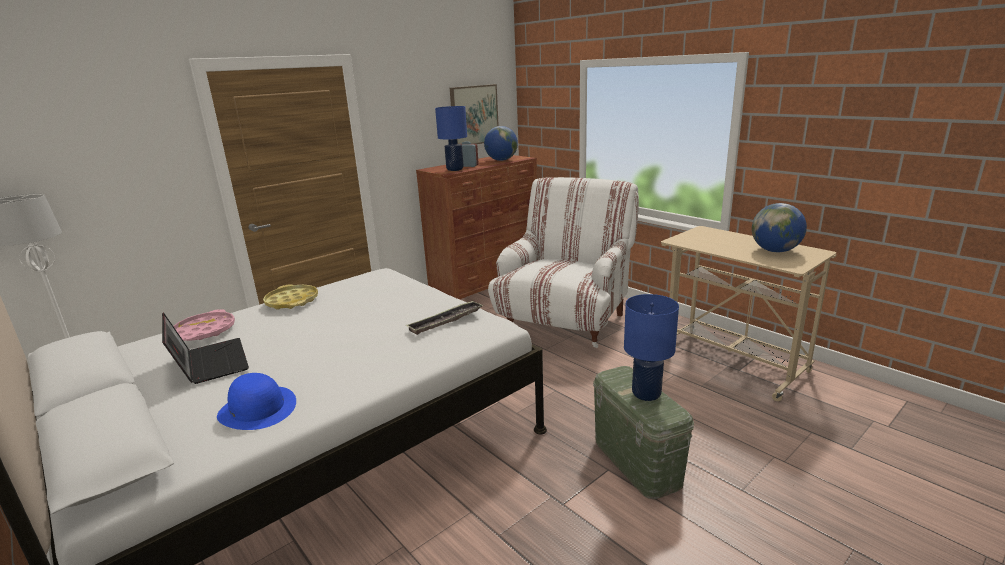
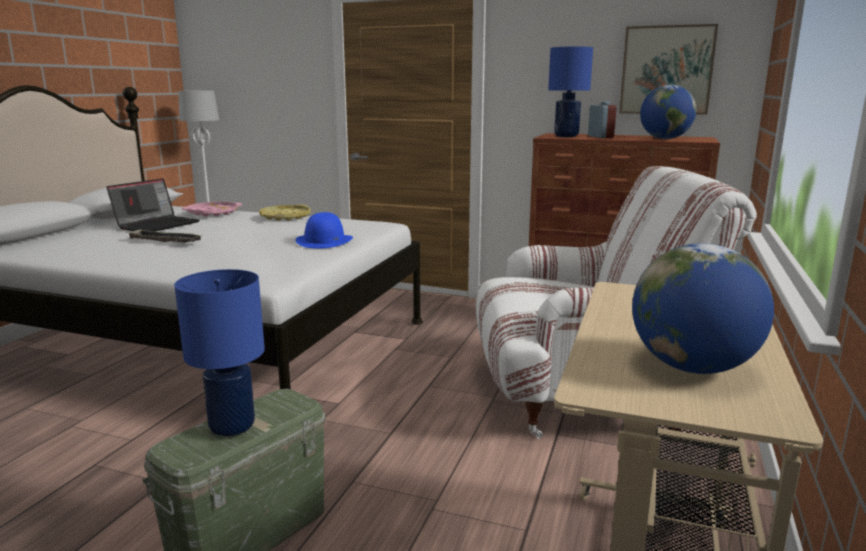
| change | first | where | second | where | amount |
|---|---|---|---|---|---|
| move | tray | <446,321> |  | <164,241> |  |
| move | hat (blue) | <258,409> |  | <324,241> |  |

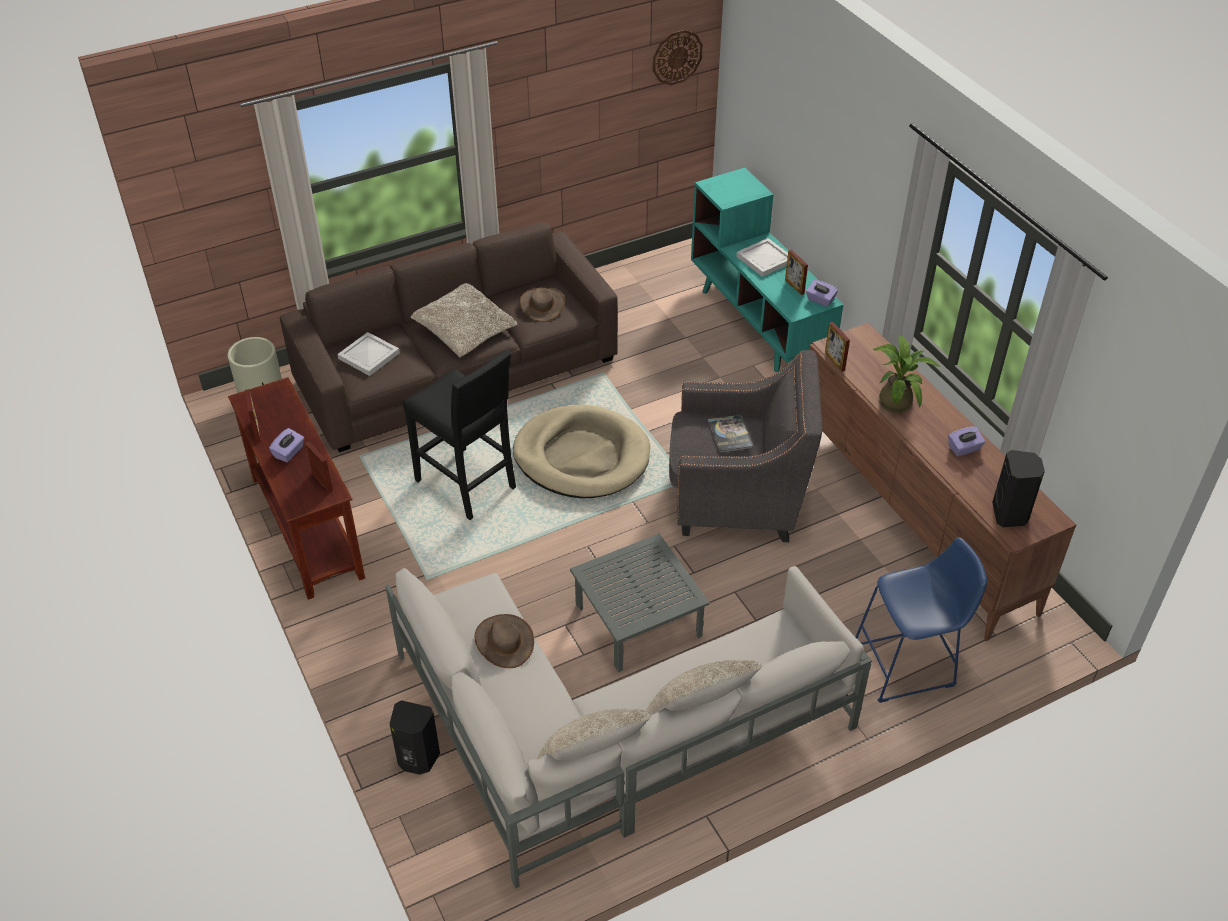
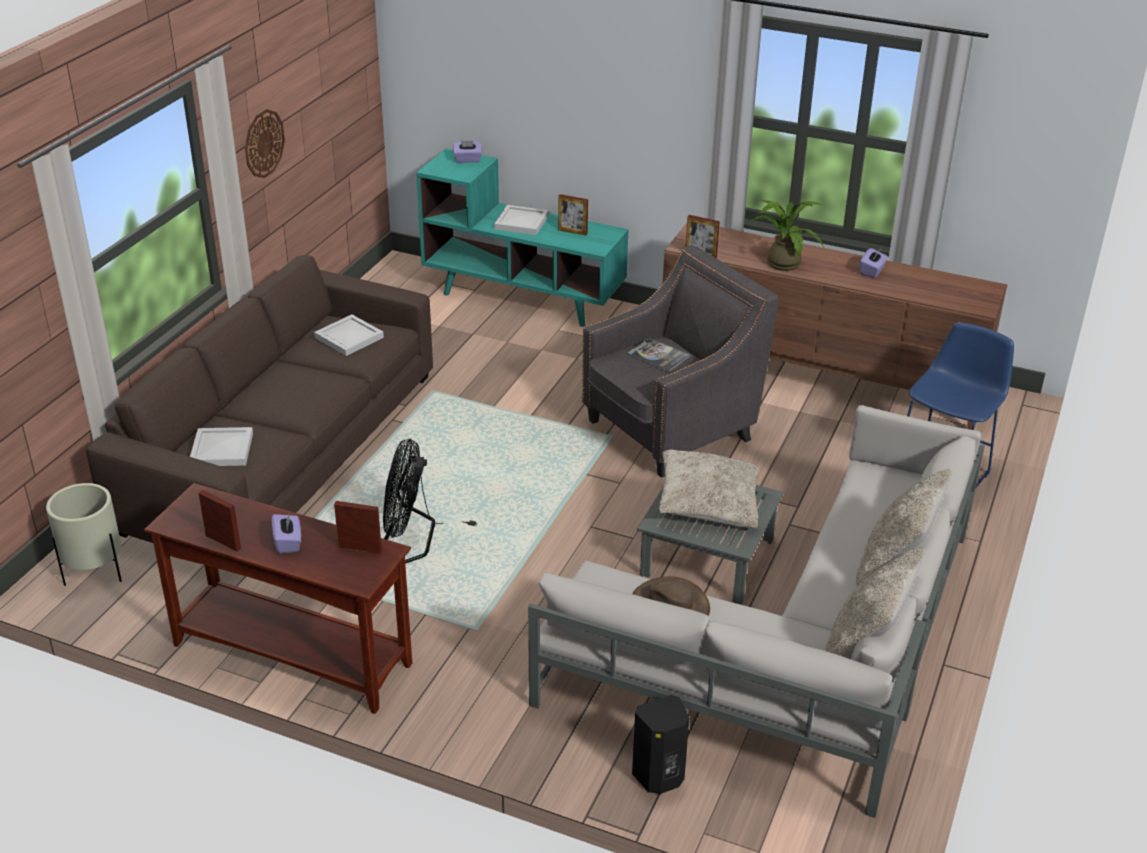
| change | first | where | second | where | amount |
|---|---|---|---|---|---|
| move | wall clock | <677,57> |  | <263,143> |  |
| move | tissue box (purple) | <820,300> |  | <467,160> |  |
| move | pillow (beige) | <465,330> |  | <708,502> |  |
| replace | hat (brown) | <542,305> | tray (white) | <350,337> |  |
| replace | stool (black) | <467,485> | fan (black) | <416,536> |  |
| delete | dog bed (beige) | <582,456> |  |  |  |
| delete | speaker (black) | <1010,514> |  |  |  |

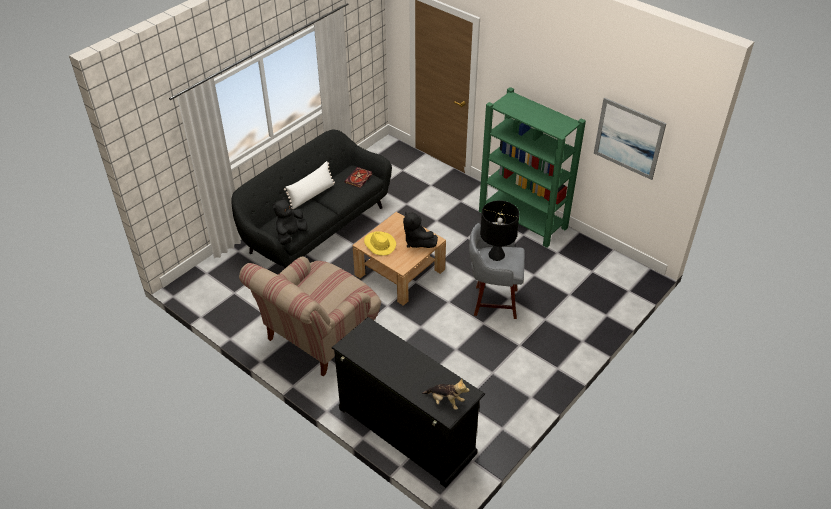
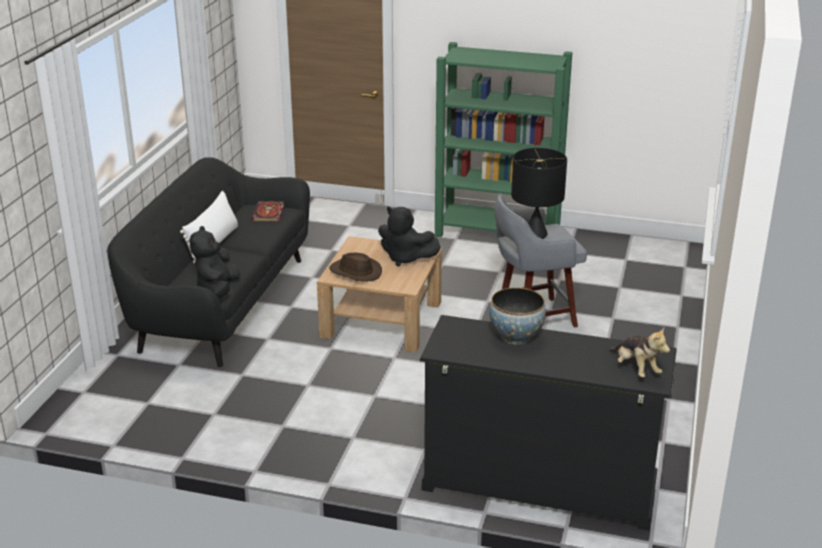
| change | first | where | second | where | amount |
|---|---|---|---|---|---|
| delete | picture | <628,138> |  |  |  |
| recolor | hat (yellow) | <379,244> | hat (brown) | <355,272> |  |
| delete | armchair (beige) | <318,337> |  |  |  |
| rotate | plush toy | <445,401> |  | <635,369> | 60 degrees clockwise |
| insert |  |  | bowl | <516,336> |  |

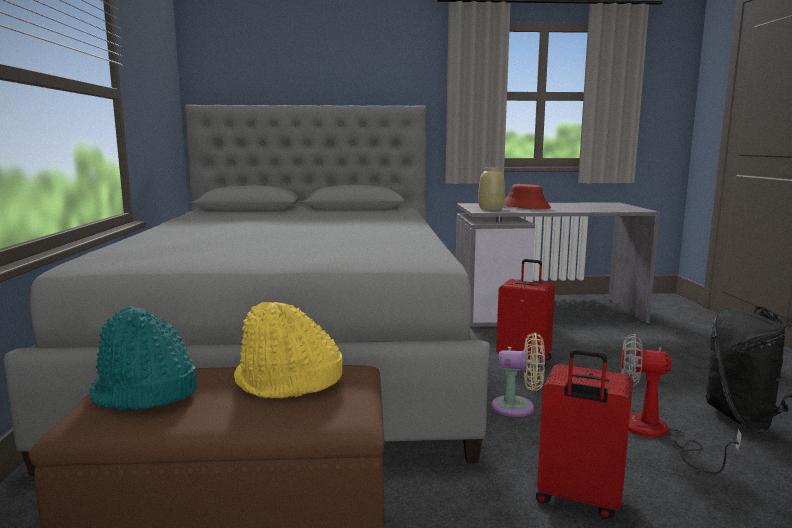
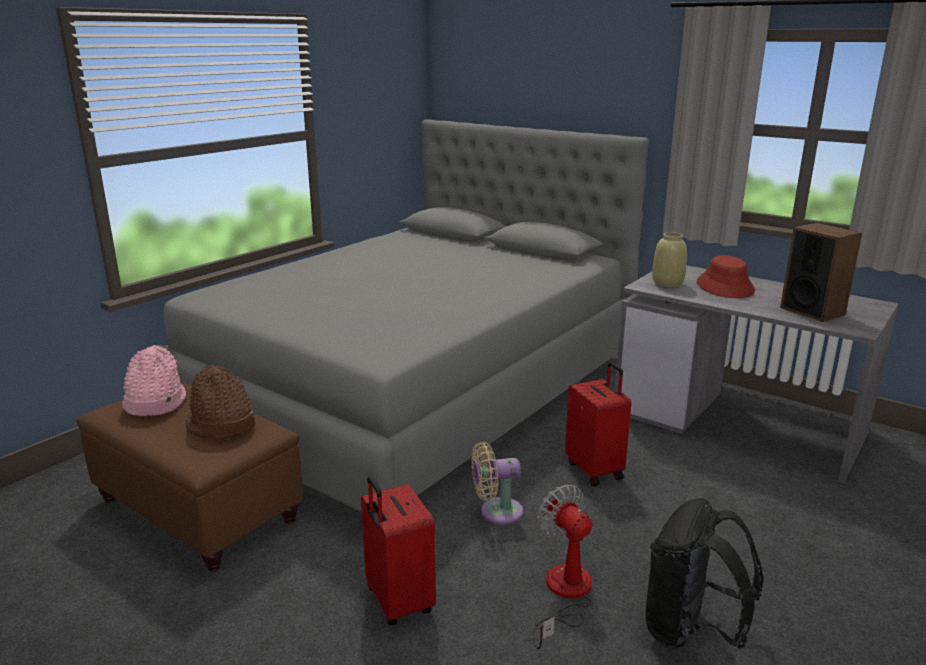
| change | first | where | second | where | amount |
|---|---|---|---|---|---|
| recolor | hat (yellow) | <288,383> | hat (brown) | <221,425> |  |
| recolor | hat (turquoise) | <144,393> | hat (pink) | <154,403> |  |
| rotate | fan (beige) | <518,407> |  | <496,512> | 120 degrees clockwise |
| insert |  |  | speaker | <812,311> |  |

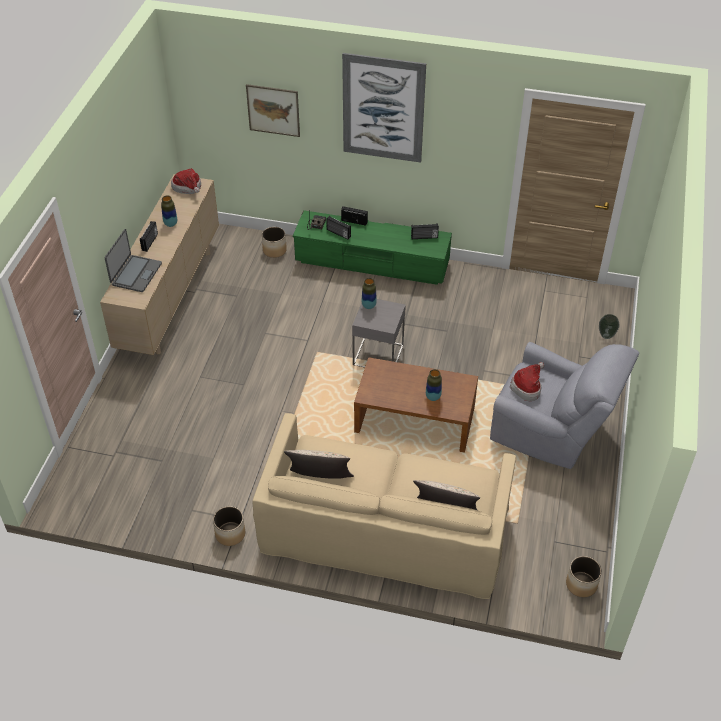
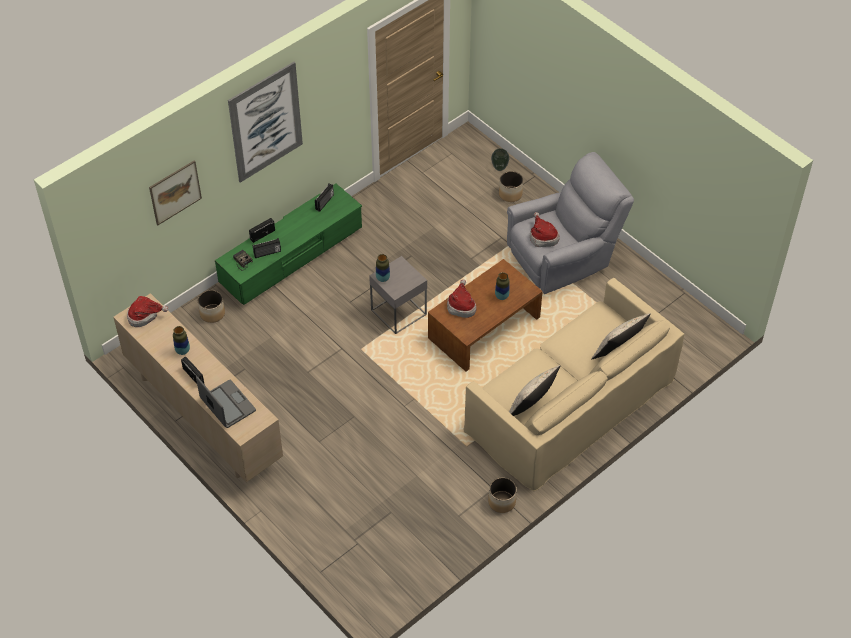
| change | first | where | second | where | amount |
|---|---|---|---|---|---|
| move | planter | <581,584> |  | <510,194> |  |
| insert |  |  | hat | <461,306> |  |

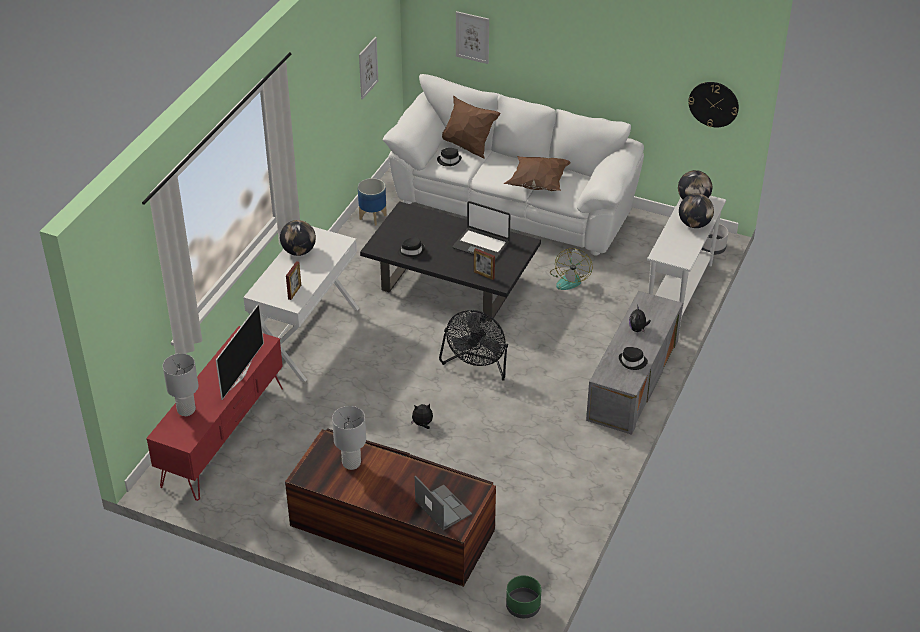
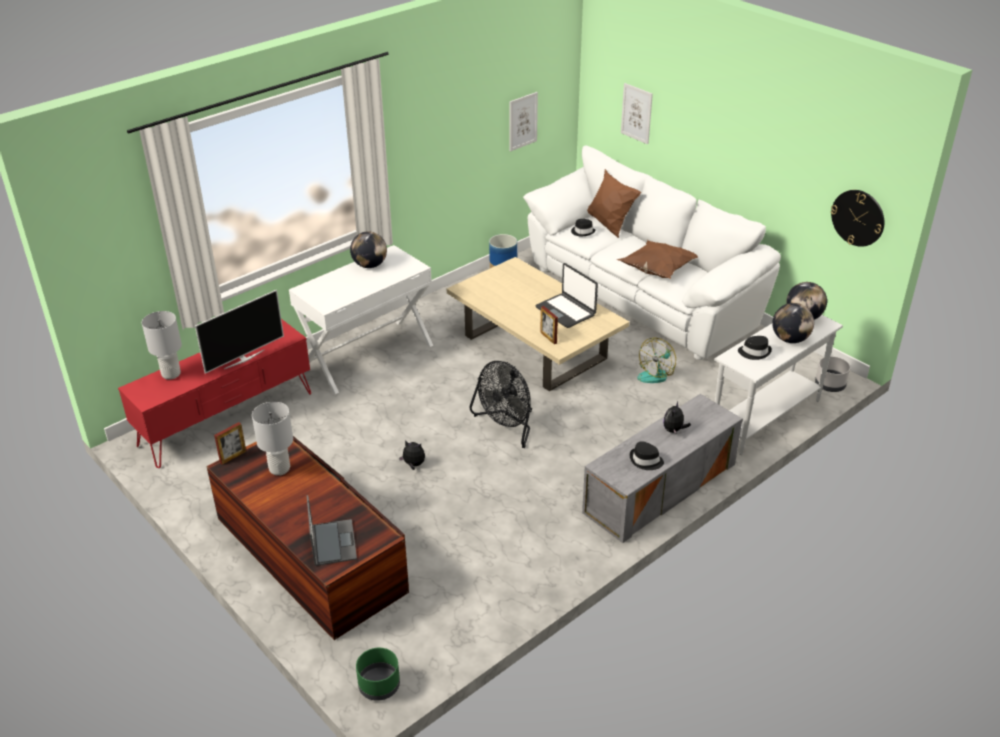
| change | first | where | second | where | amount |
|---|---|---|---|---|---|
| recolor | coffee table (black) | <452,283> | coffee table (beige) | <536,347> |  |
| move | hat (black) | <411,251> |  | <754,352> |  |
| move | picture frame | <294,292> |  | <233,457> |  |

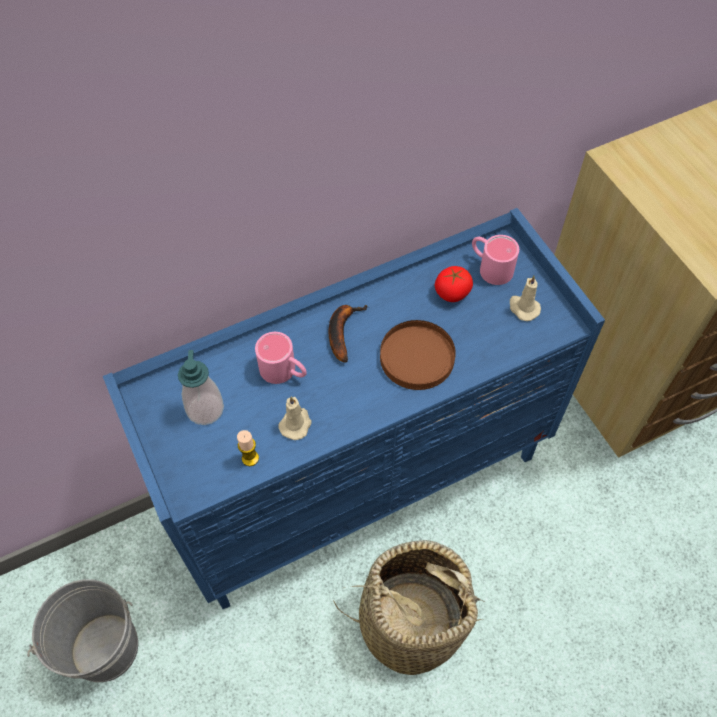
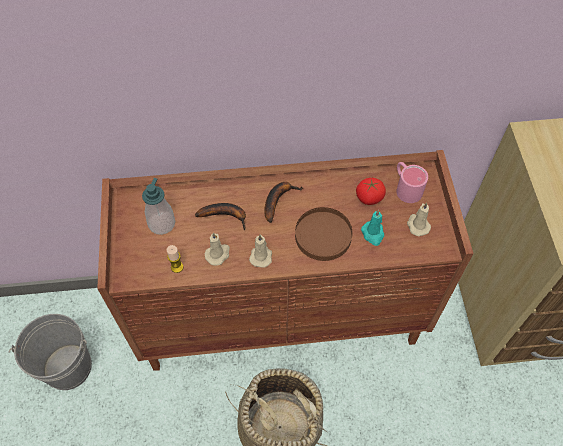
| change | first | where | second | where | amount |
|---|---|---|---|---|---|
| recolor | cabinet (blue) | <362,485> | cabinet (brown) | <283,319> |  |
| replace | mug (pink) | <284,372> | banana | <226,215> |  |
| insert |  |  | candle (turquoise) | <373,234> |  |
| insert |  |  | candle (beige) | <261,256> |  |

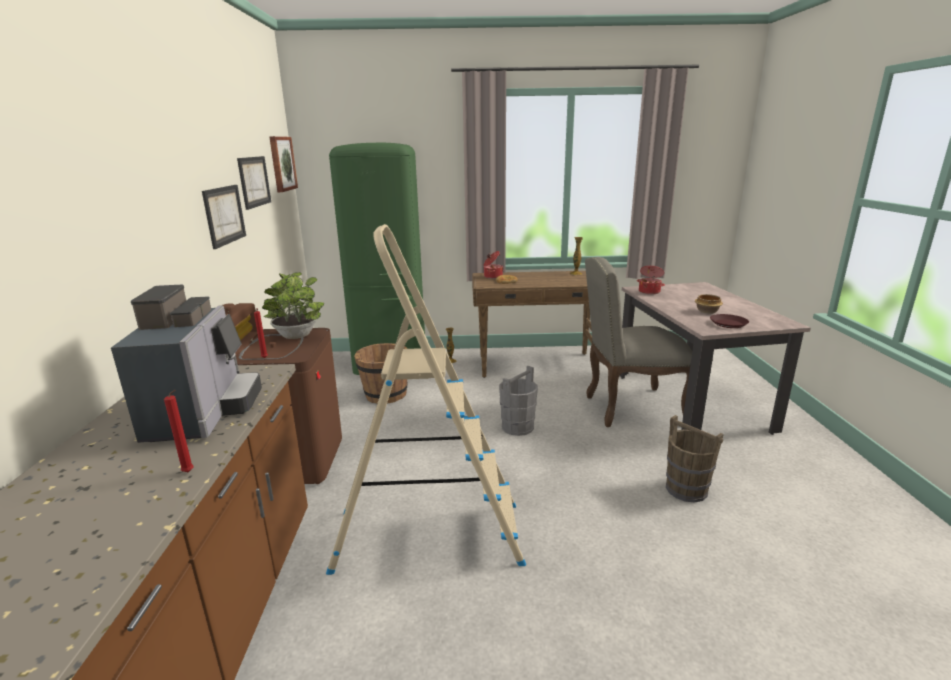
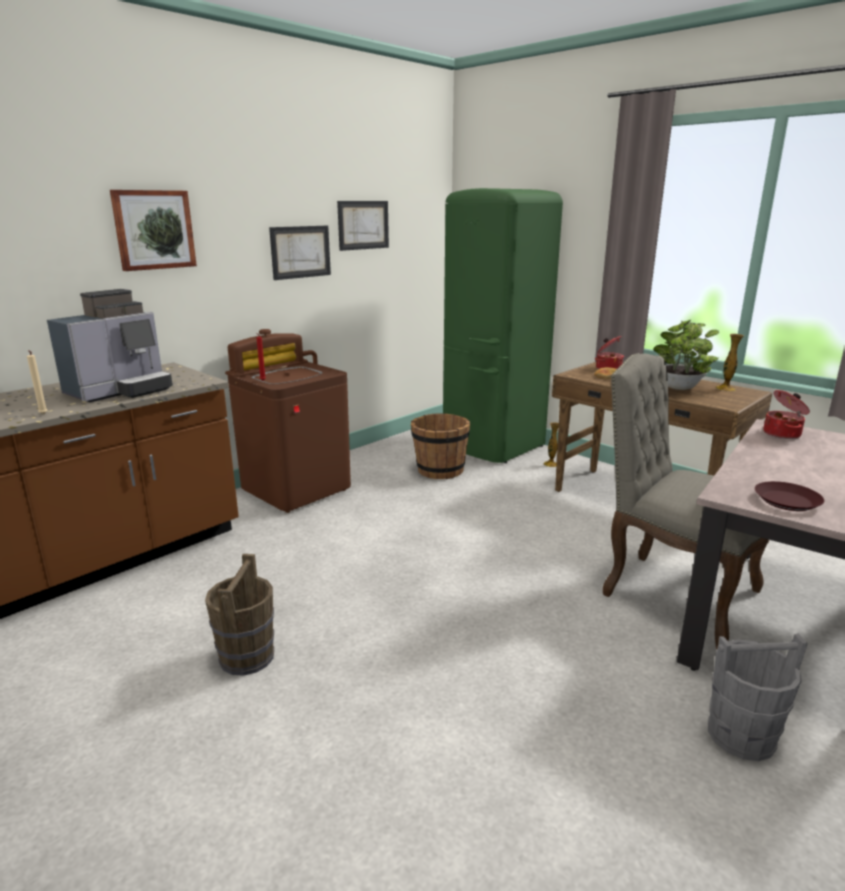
| change | first | where | second | where | amount |
|---|---|---|---|---|---|
| move | picture | <282,163> |  | <153,230> |  |
| delete | step ladder (beige) | <429,536> |  |  |  |
| move | potted plant | <296,337> |  | <678,388> |  |
| delete | bowl | <707,311> |  |  |  |
| move | bucket (grey) | <518,427> |  | <742,735> |  |
| recolor | candle (red) | <189,472> | candle (beige) | <43,414> |  |
| move | bucket (brown) | <686,490> |  | <246,657> |  |

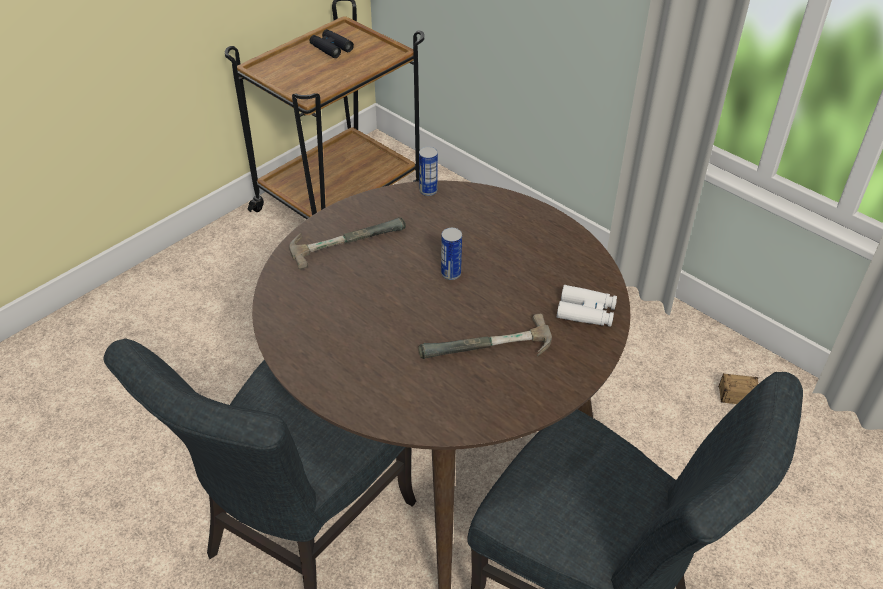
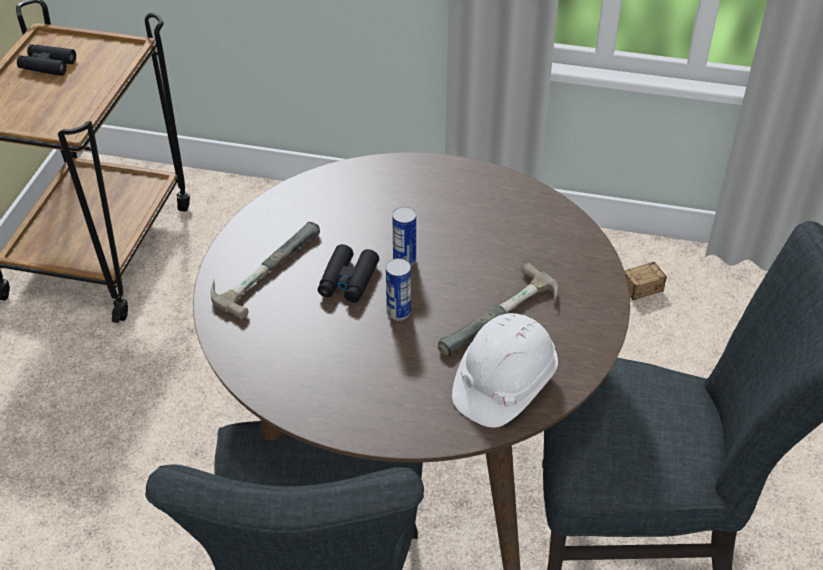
| change | first | where | second | where | amount |
|---|---|---|---|---|---|
| move | can | <428,190> |  | <398,312> |  |
| delete | binoculars (white) | <586,312> |  |  |  |
| insert |  |  | binoculars (black) | <348,280> |  |
| insert |  |  | hard hat (white) | <503,384> |  |

